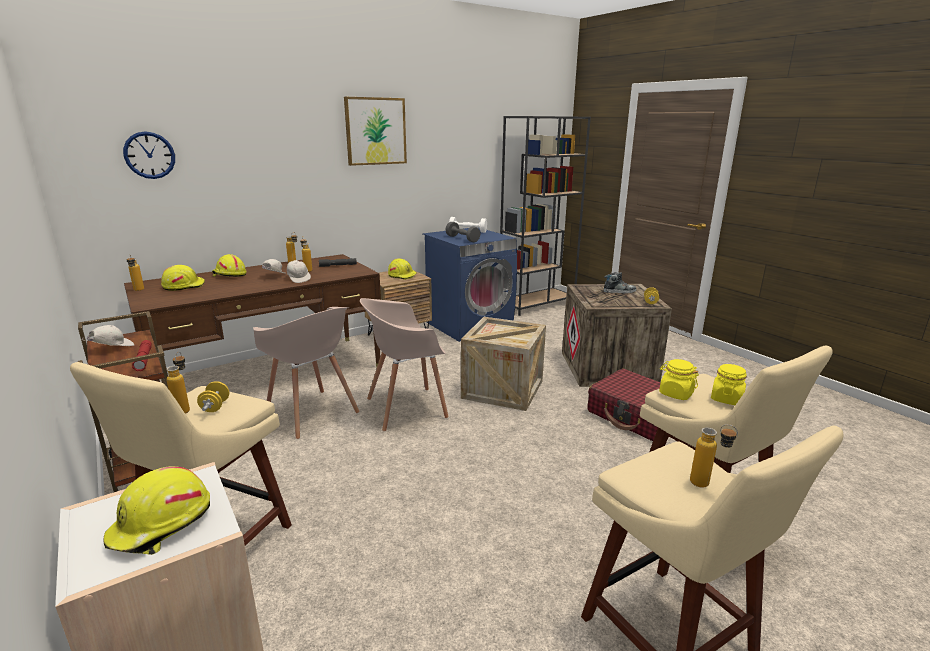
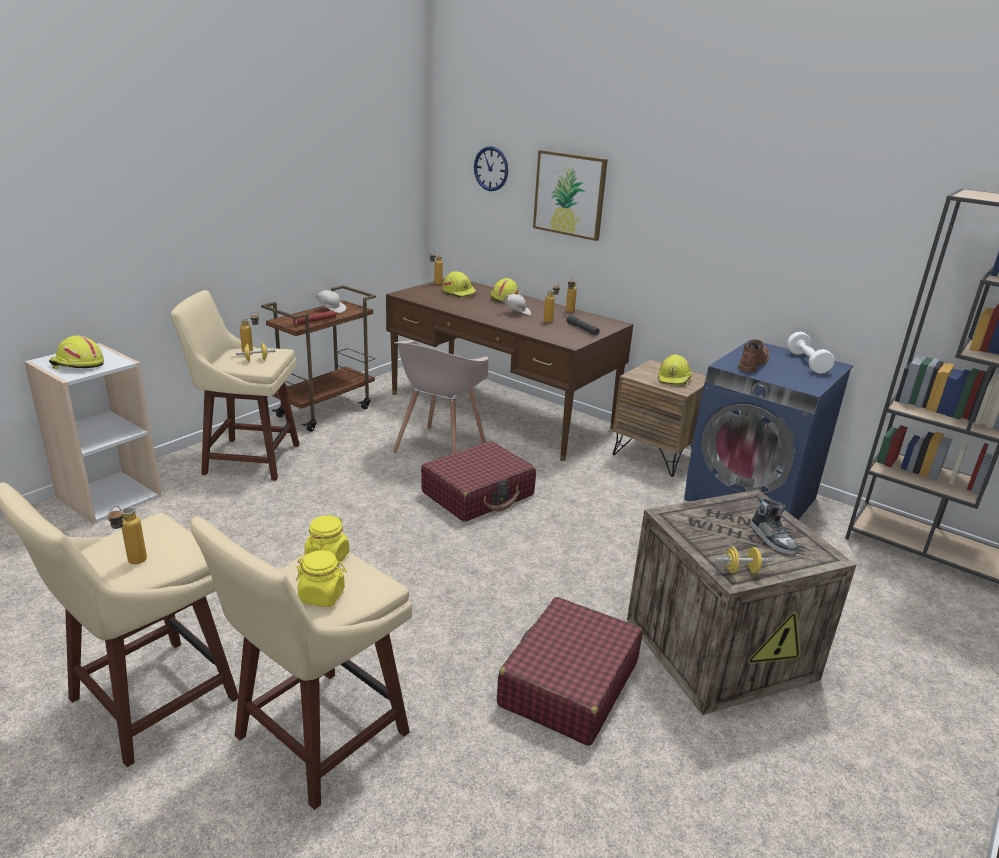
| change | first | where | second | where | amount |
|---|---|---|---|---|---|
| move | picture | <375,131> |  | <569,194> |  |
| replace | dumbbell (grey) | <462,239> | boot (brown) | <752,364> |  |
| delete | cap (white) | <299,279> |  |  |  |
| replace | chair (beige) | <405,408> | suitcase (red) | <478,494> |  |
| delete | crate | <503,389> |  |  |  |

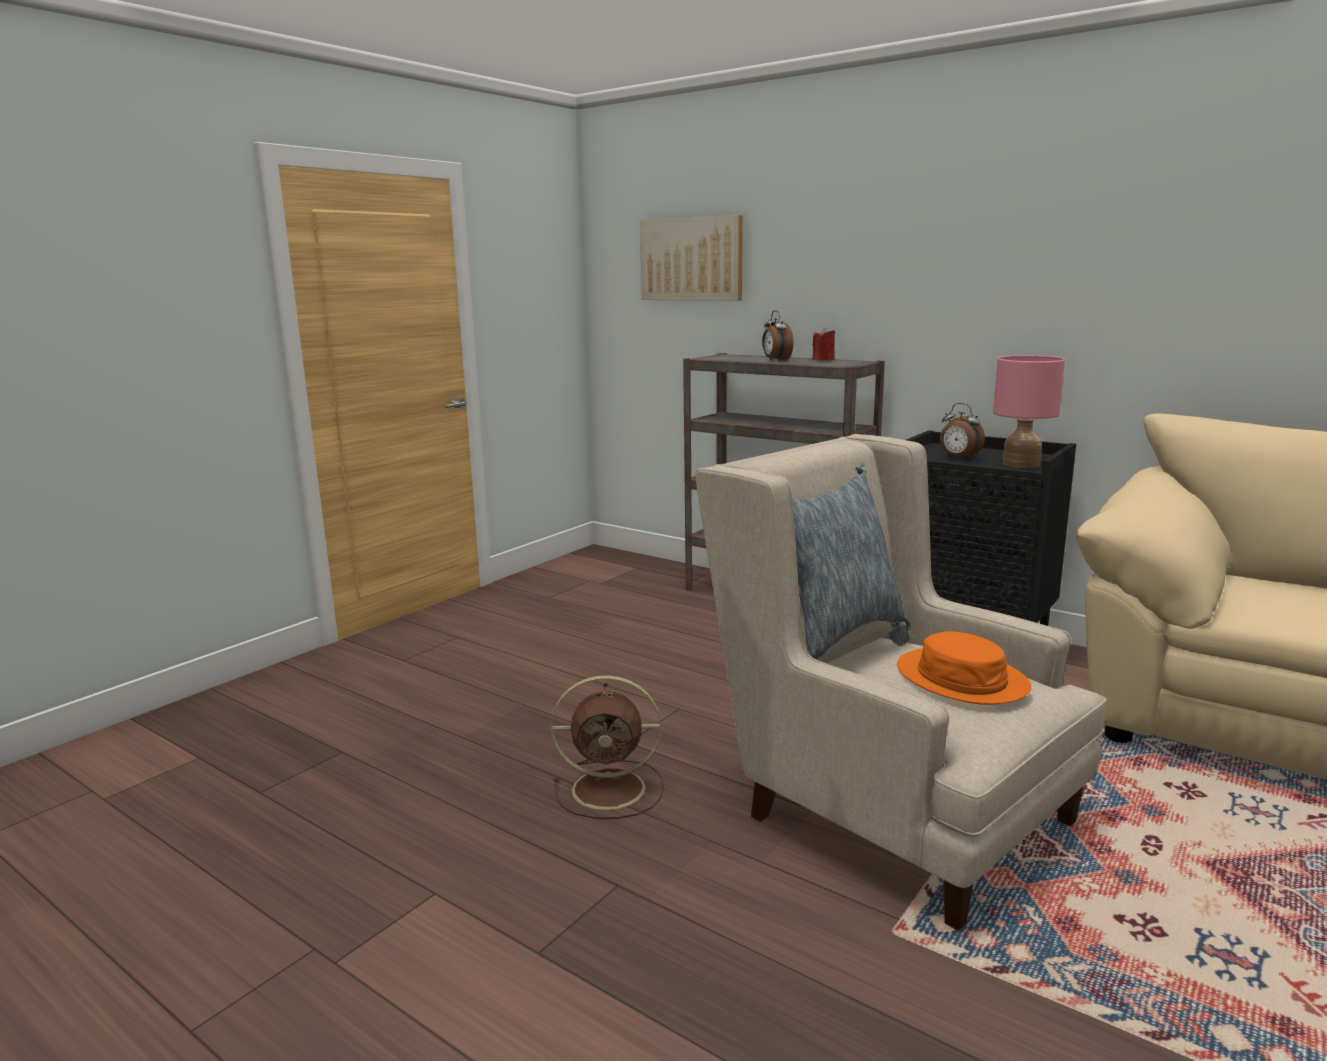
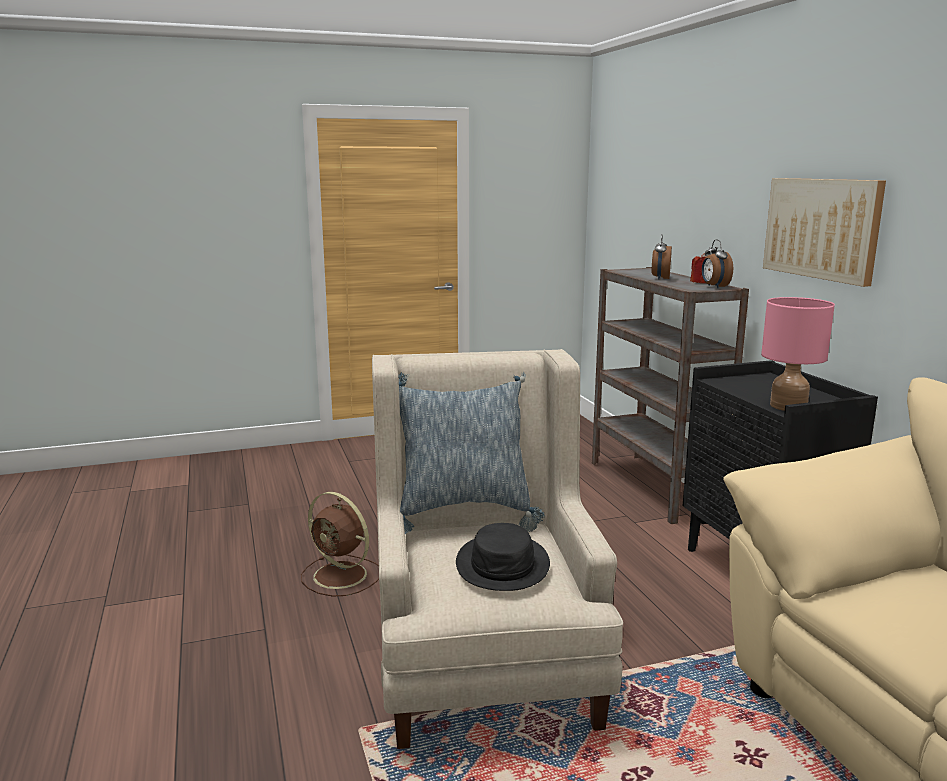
| change | first | where | second | where | amount |
|---|---|---|---|---|---|
| move | picture | <692,259> |  | <822,228> |  |
| move | alarm clock | <958,458> |  | <714,287> |  |
| recolor | hat (orange) | <962,678> | hat (black) | <503,564> |  |

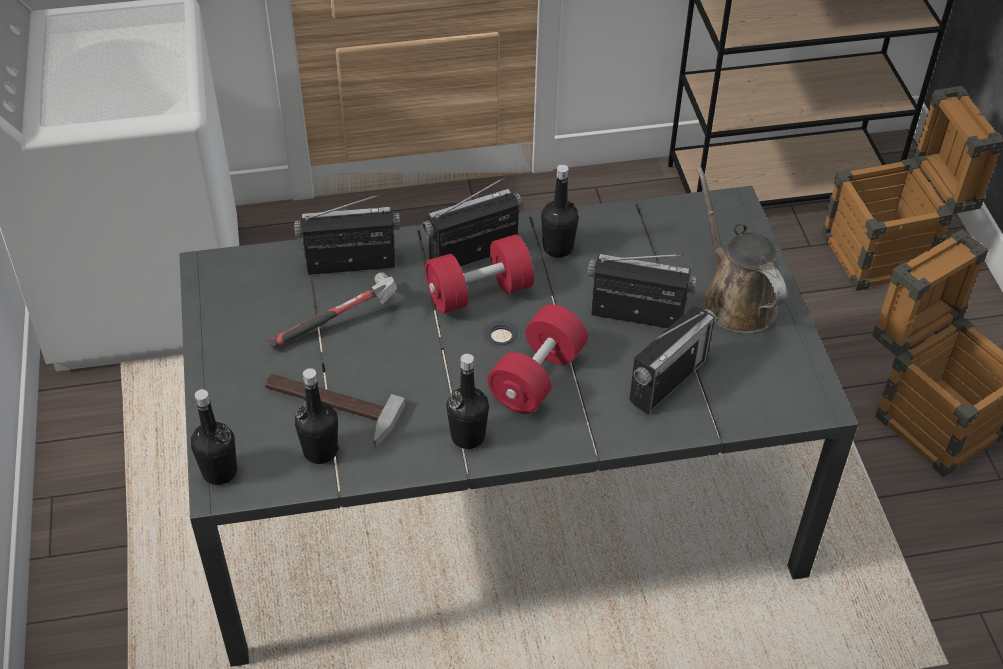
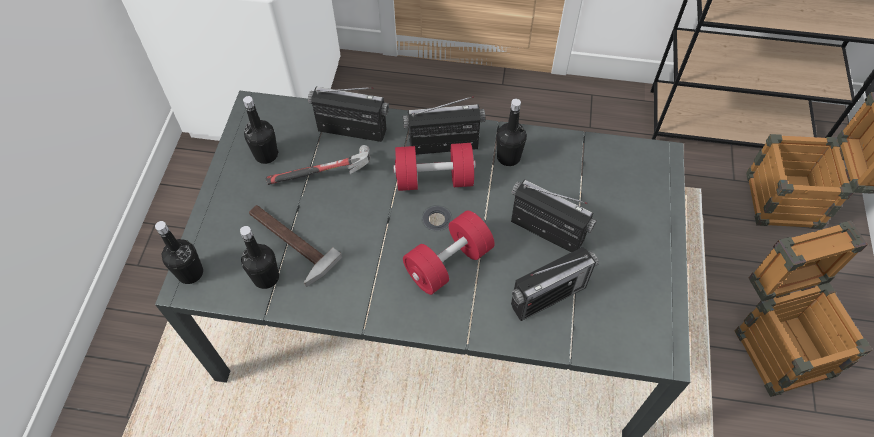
| change | first | where | second | where | amount |
|---|---|---|---|---|---|
| delete | watering can (brown) | <735,300> |  |  |  |
| move | bottle (black) | <468,436> |  | <266,155> |  |

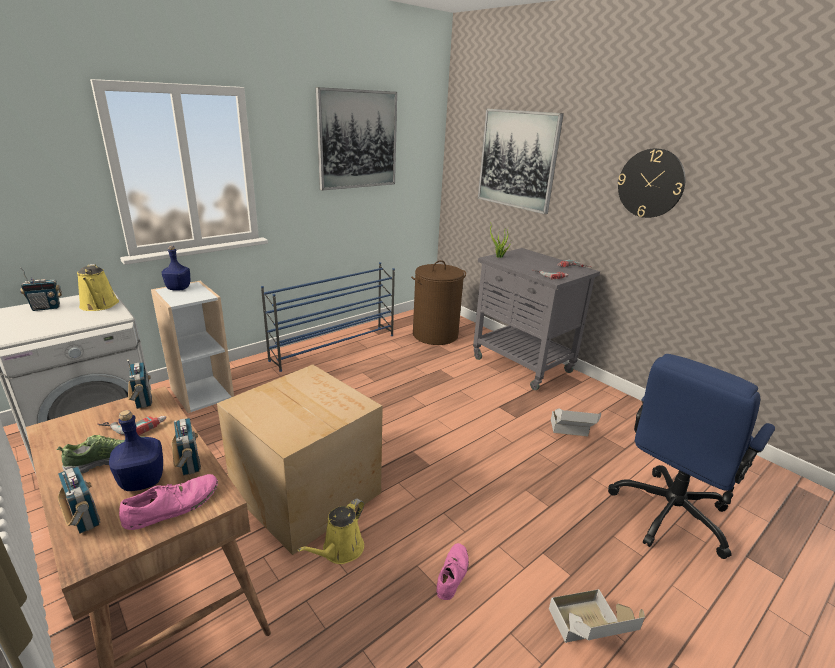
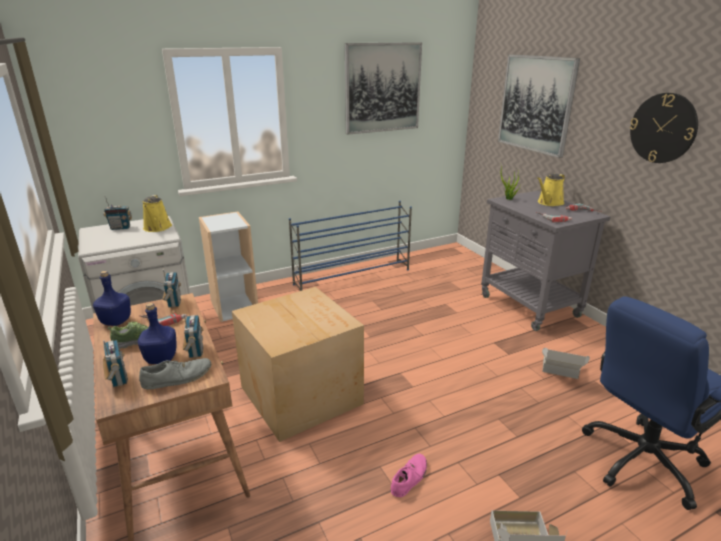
| change | first | where | second | where | amount |
|---|---|---|---|---|---|
| move | bottle (blue) | <179,288> |  | <116,321> |  |
| delete | laundry basket (brown) | <435,335> |  |  |  |
| recolor | shoe (pink) | <173,506> | shoe (grey) | <177,378> |  |
| move | watering can (yellow) | <340,550> |  | <549,203> |  |

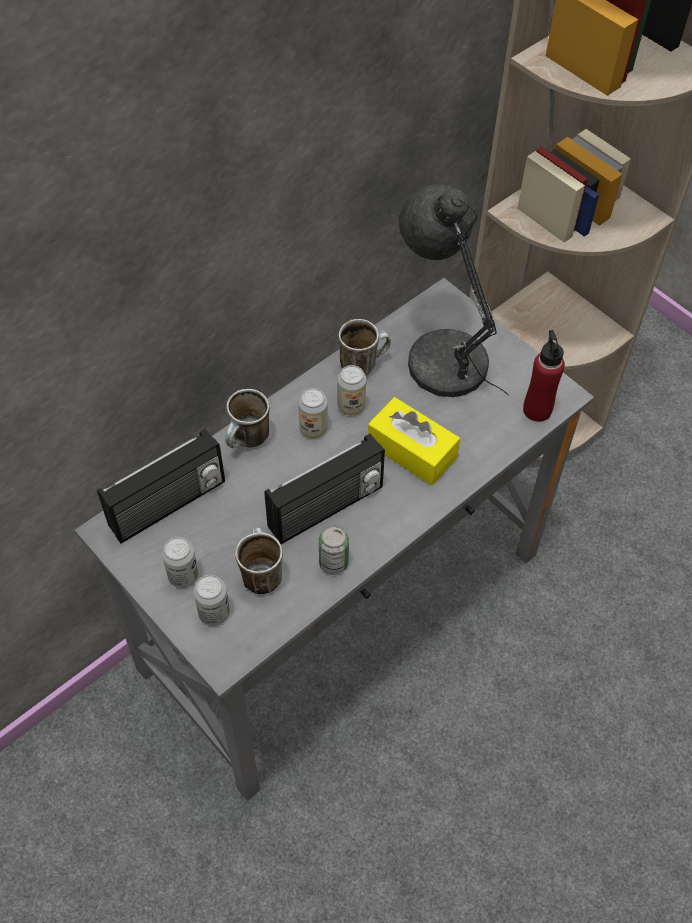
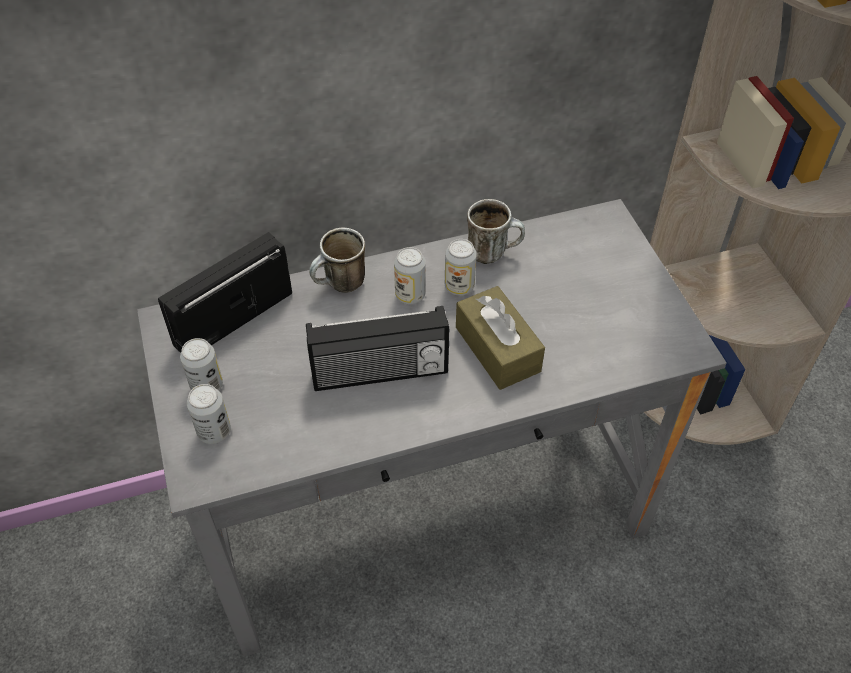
| change | first | where | second | where | amount |
|---|---|---|---|---|---|
| delete | table lamp (grey) | <443,357> |  |  |  |
| delete | bottle (red) | <537,410> |  |  |  |
| recolor | tissue box (yellow) | <411,451> | tissue box (brown) | <497,349> |  |
| rotate | radio | <169,506> |  | <232,318> | 150 degrees clockwise |
| delete | can | <333,563> |  |  |  |
| delete | mug | <259,573> |  |  |  |

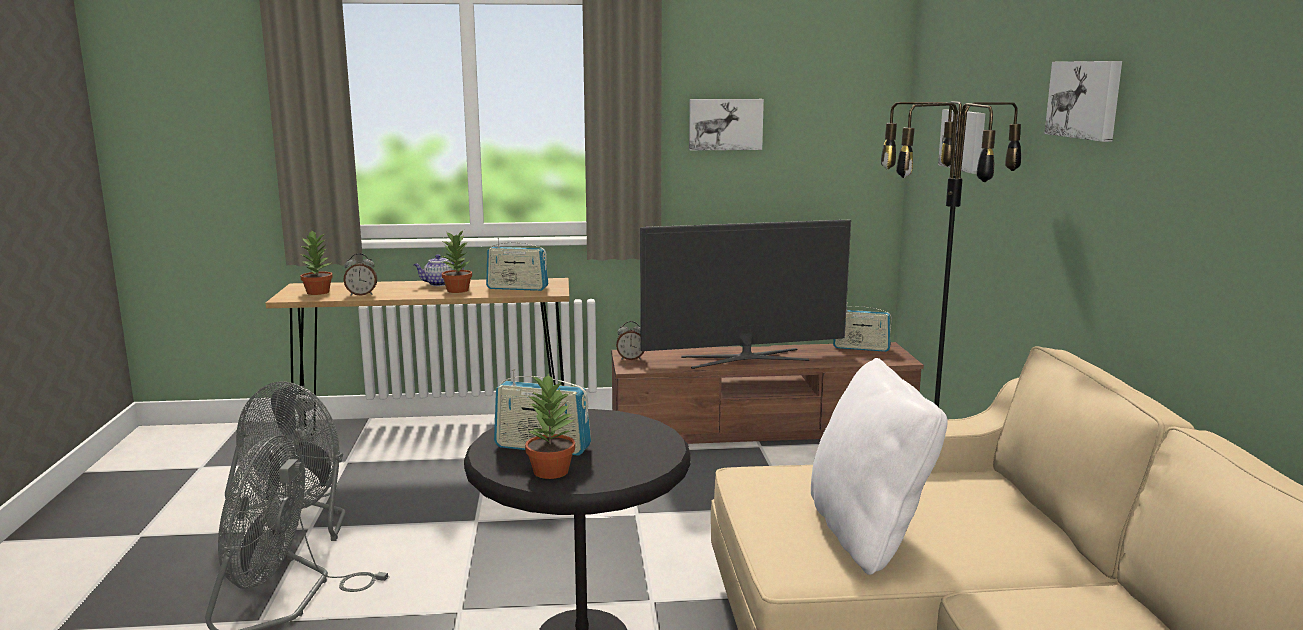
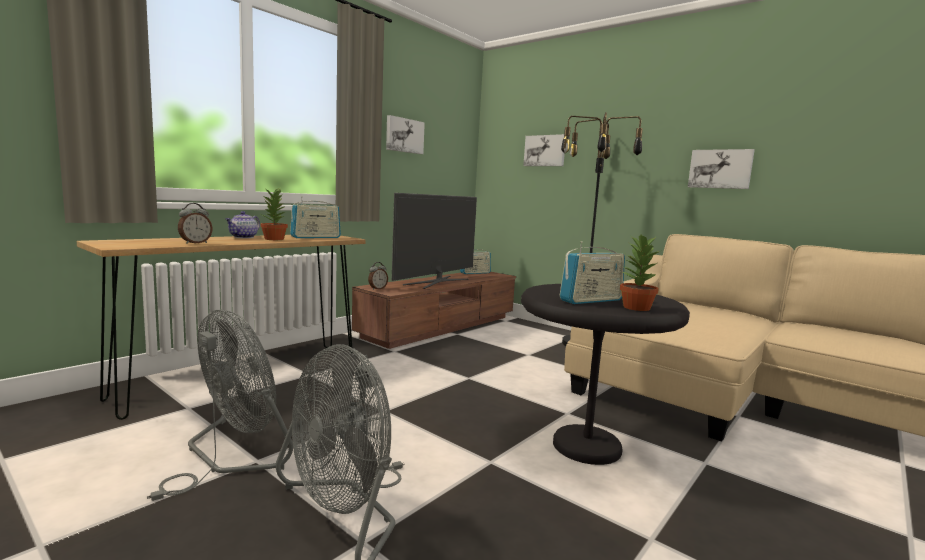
| change | first | where | second | where | amount |
|---|---|---|---|---|---|
| move | picture | <1086,99> |  | <720,169> |  |
| delete | potted plant | <318,292> |  |  |  |
| delete | pillow (white) | <867,535> |  |  |  |
| rotate | fan (grey) | <301,514> |  | <225,455> | 120 degrees counterclockwise |

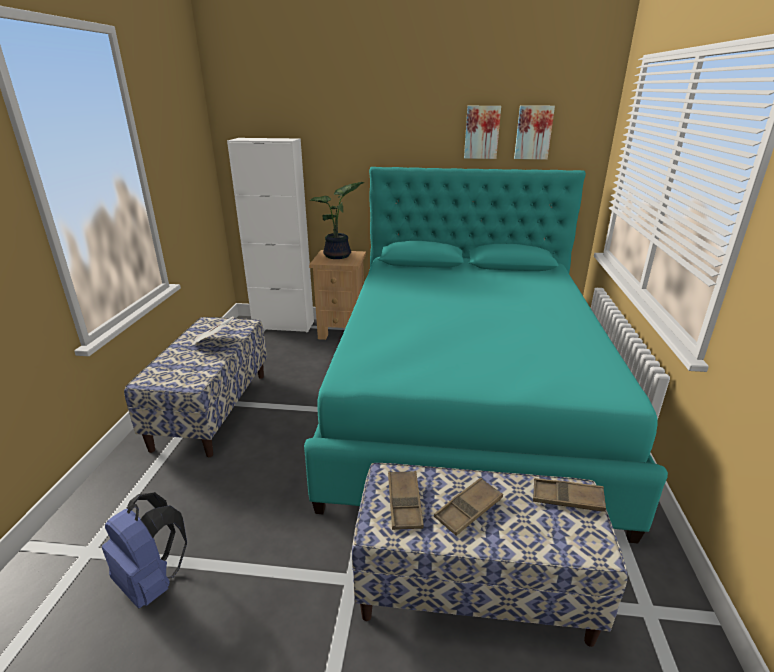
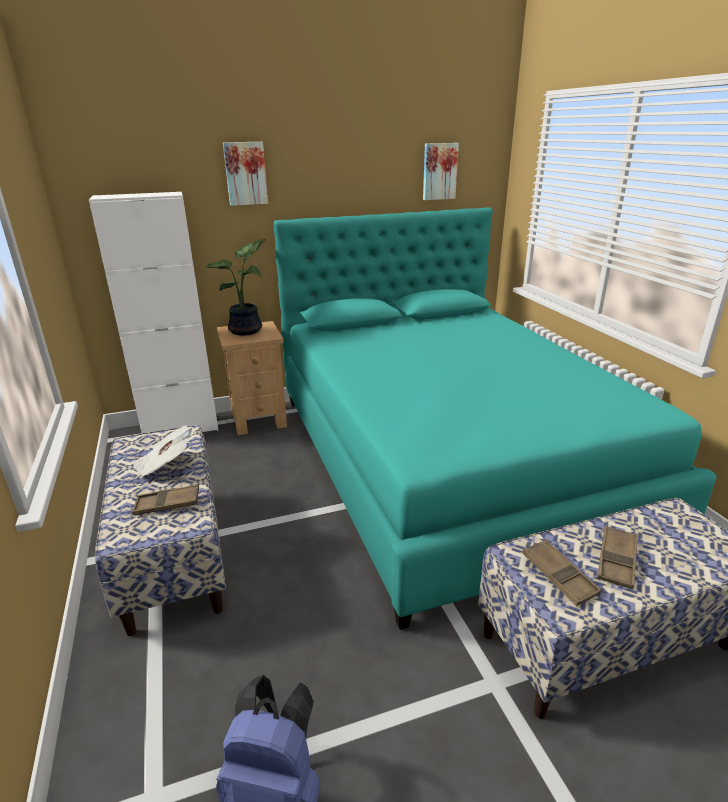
| change | first | where | second | where | amount |
|---|---|---|---|---|---|
| move | picture | <482,132> |  | <245,173> |  |
| move | tray (brown) | <567,498> |  | <167,504> |  |

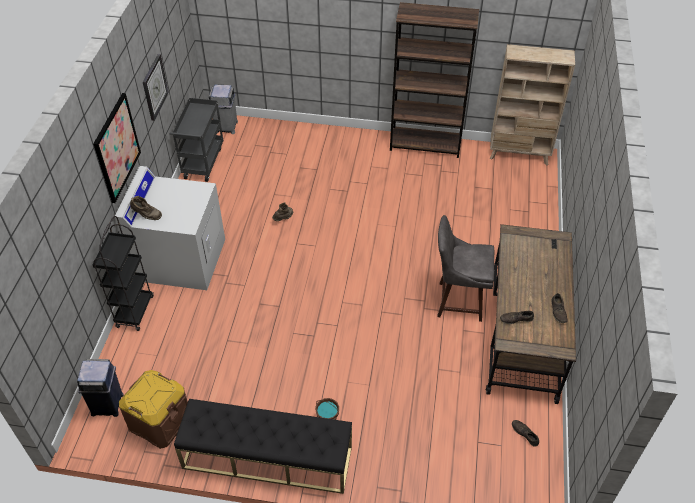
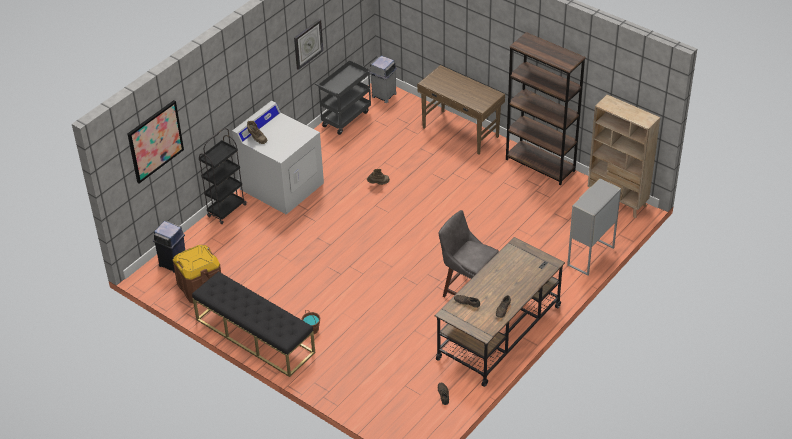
| change | first | where | second | where | amount |
|---|---|---|---|---|---|
| move | picture | <117,148> |  | <155,141> |  |
| insert |  |  | console table (brown) | <461,132> |  |
| insert |  |  | cabinet (grey) | <589,256> |  |

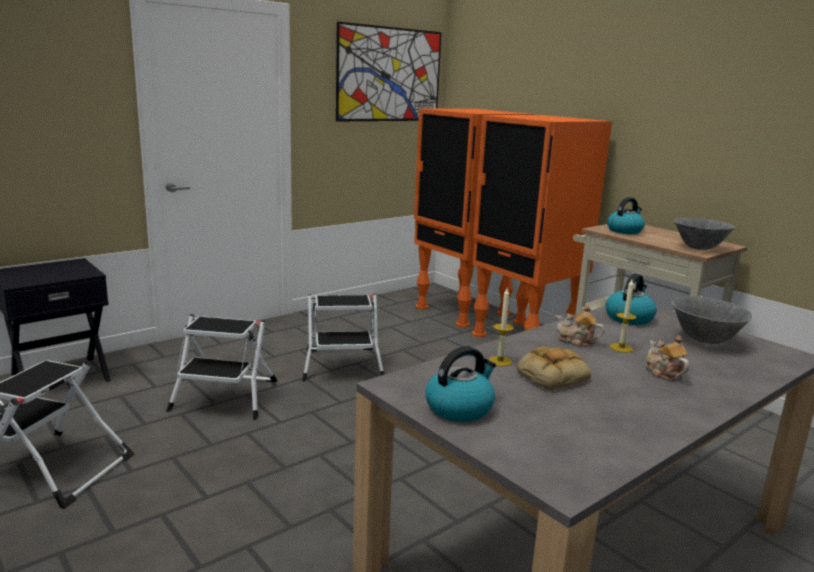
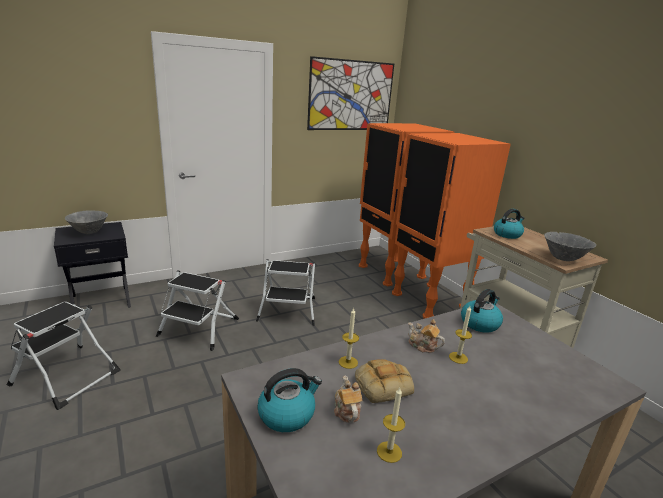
| change | first | where | second | where | amount |
|---|---|---|---|---|---|
| move | bowl (grey) | <704,341> |  | <89,232> |  |
| move | teapot | <663,373> |  | <346,410> |  |
| insert |  |  | candle | <389,452> |  |

